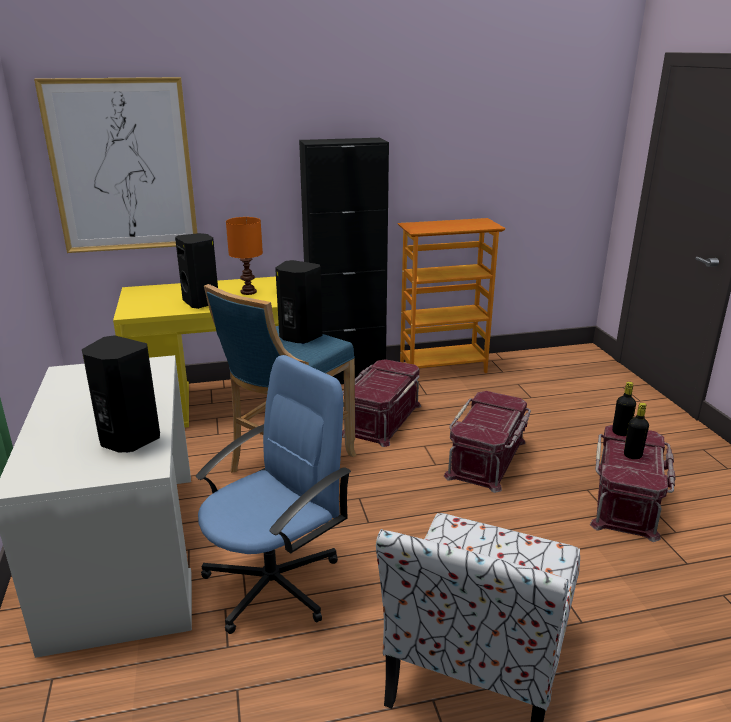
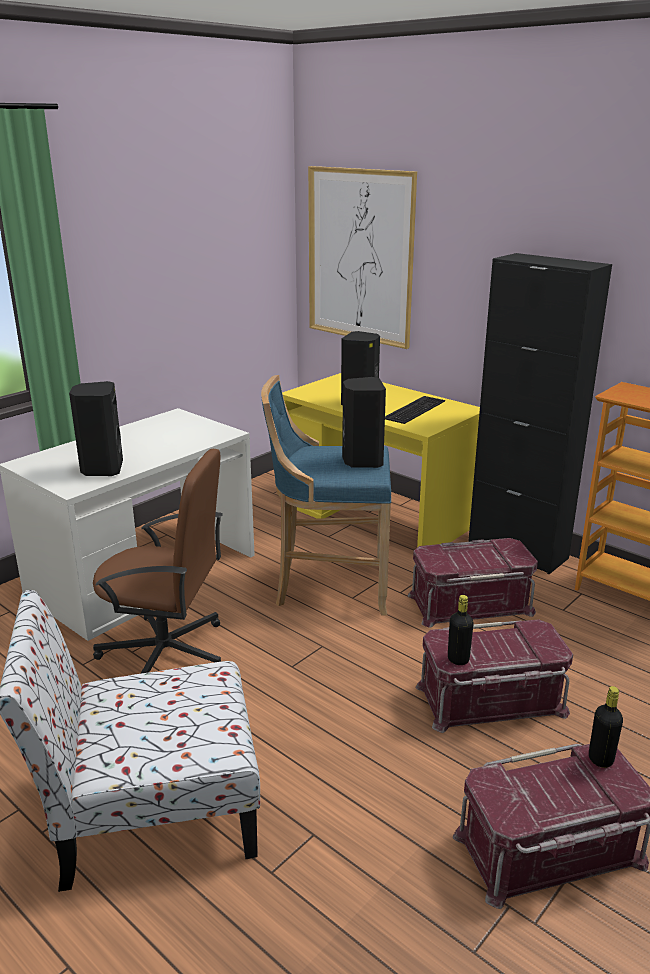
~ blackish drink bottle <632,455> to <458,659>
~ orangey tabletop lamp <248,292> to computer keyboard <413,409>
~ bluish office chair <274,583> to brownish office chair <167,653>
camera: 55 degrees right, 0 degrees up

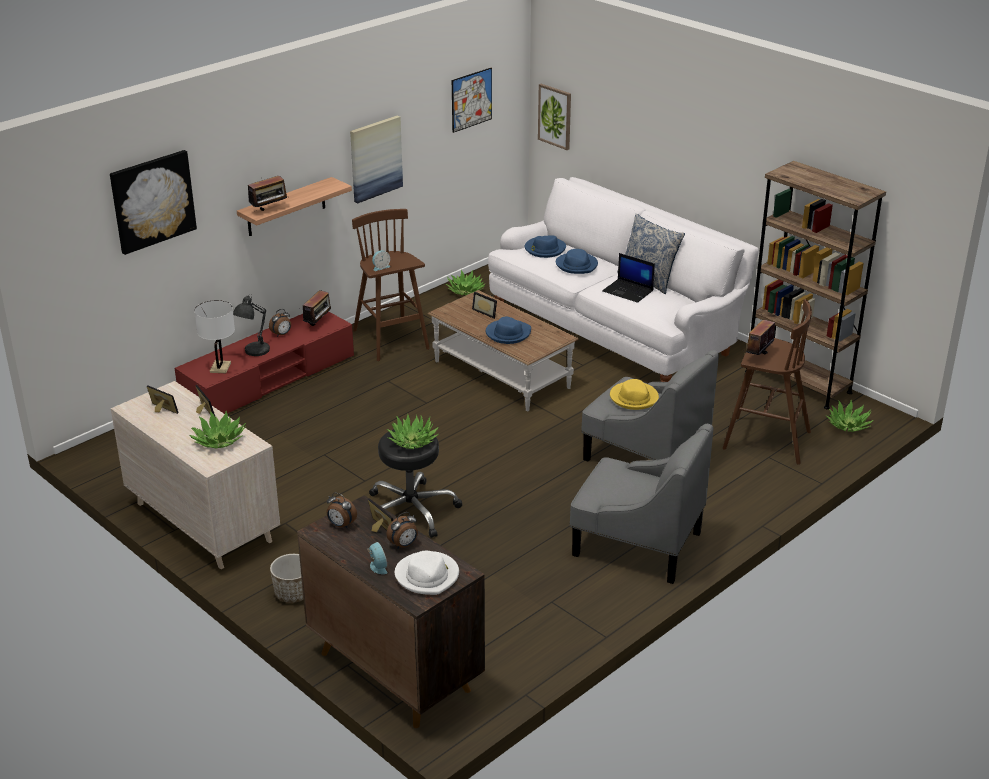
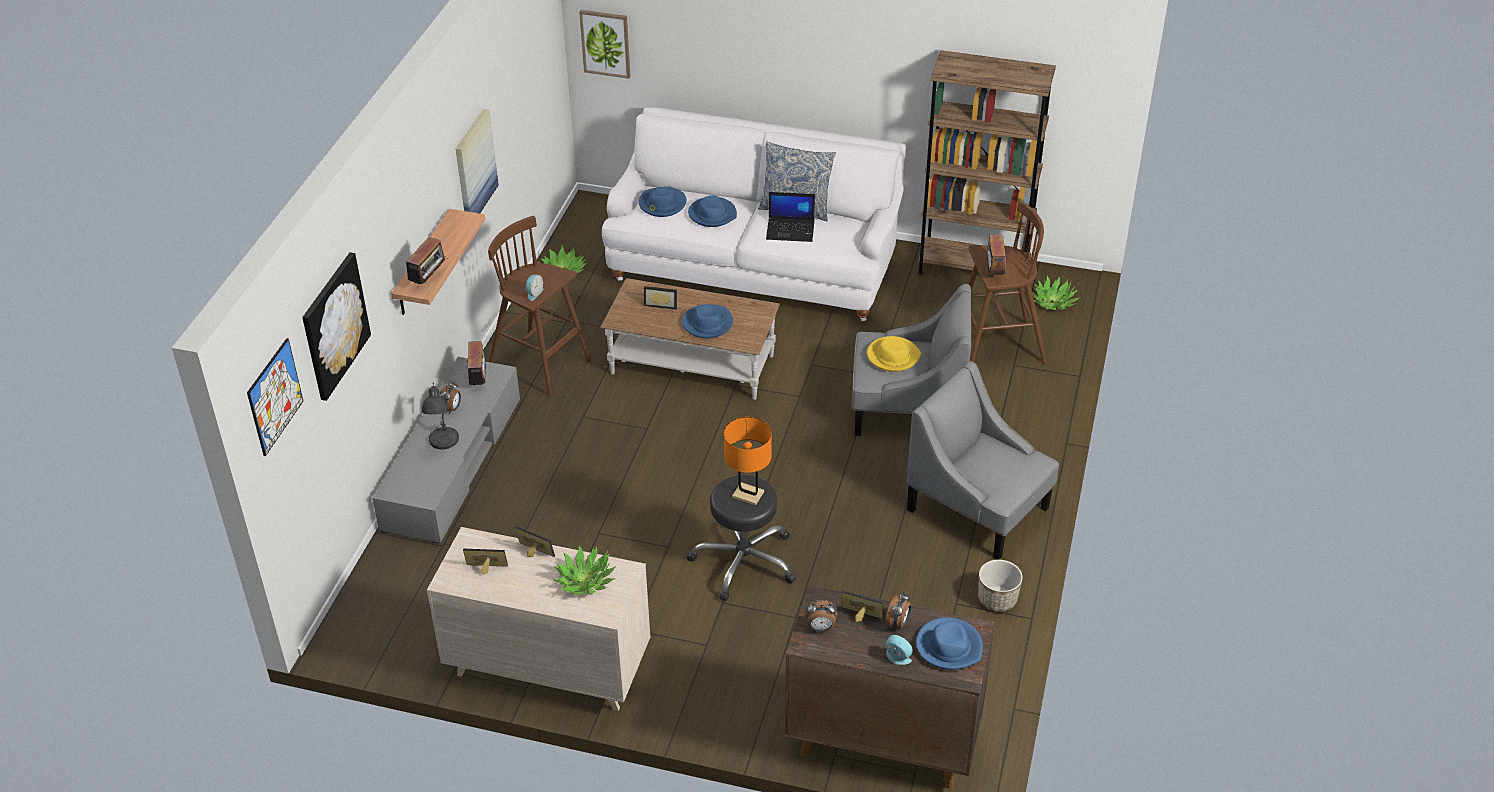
- white tabletop lamp <220,367>
~ planter <293,593> to <997,599>
~ wall art <471,99> to <275,396>
~ potted plant <413,441> to orangey tabletop lamp <748,494>
~ red-coloured tv stand <269,379> to greyish tv stand <452,464>
~ white wearable hat <427,576> to bluish wearable hat <949,646>
~ greyish lounge chair <636,544> = <978,509> 135 degrees counterclockwise
camera: 30 degrees left, 10 degrees up

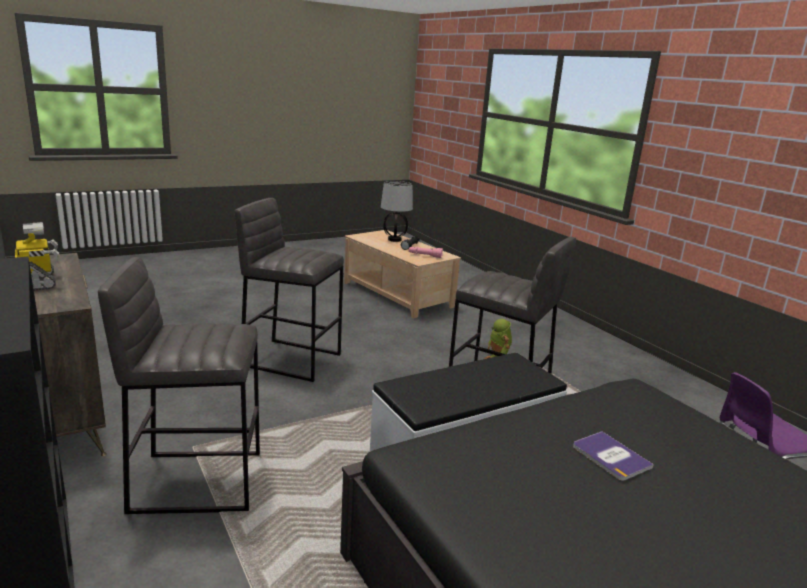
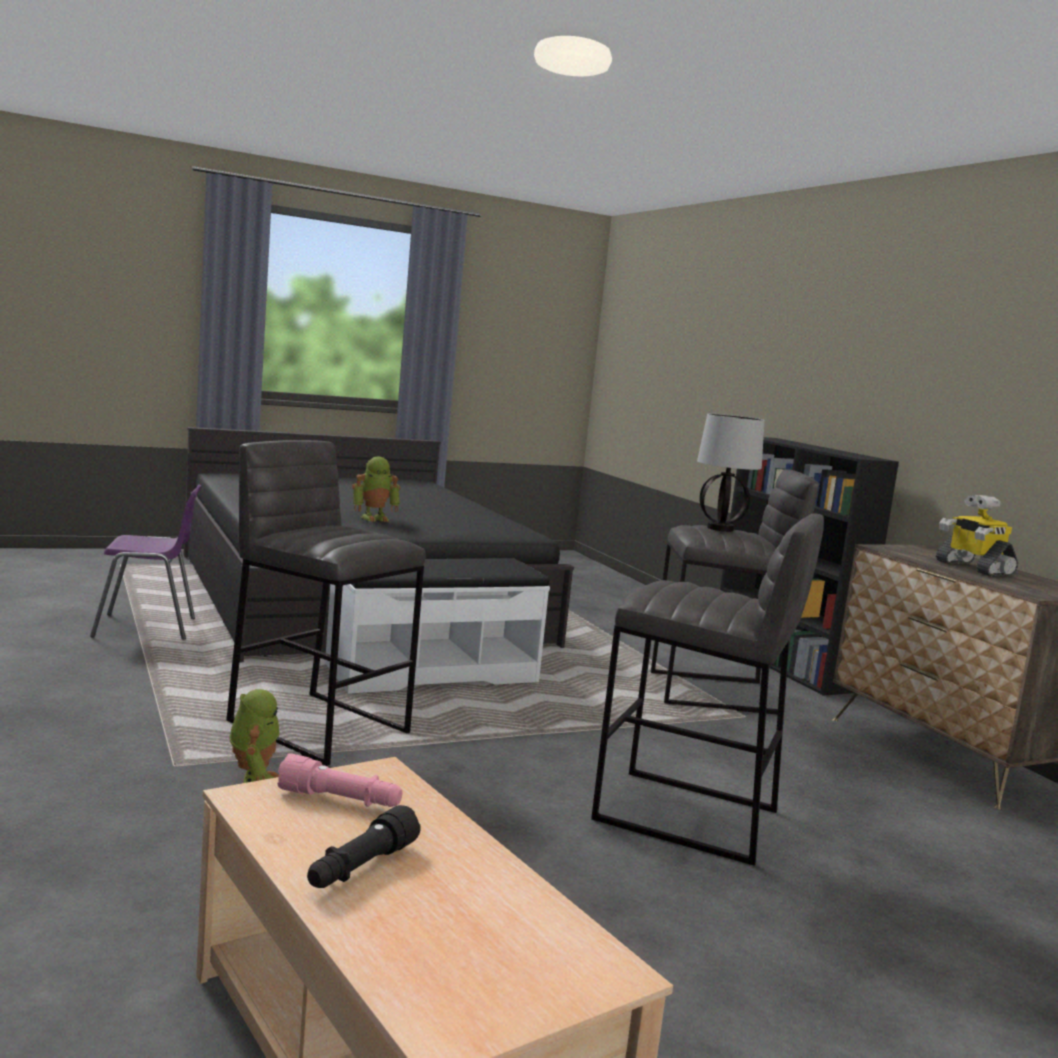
~ tabletop lamp <395,239> to <719,529>
~ volume <610,456> to robot figure <374,518>
camera: 175 degrees left, 10 degrees down

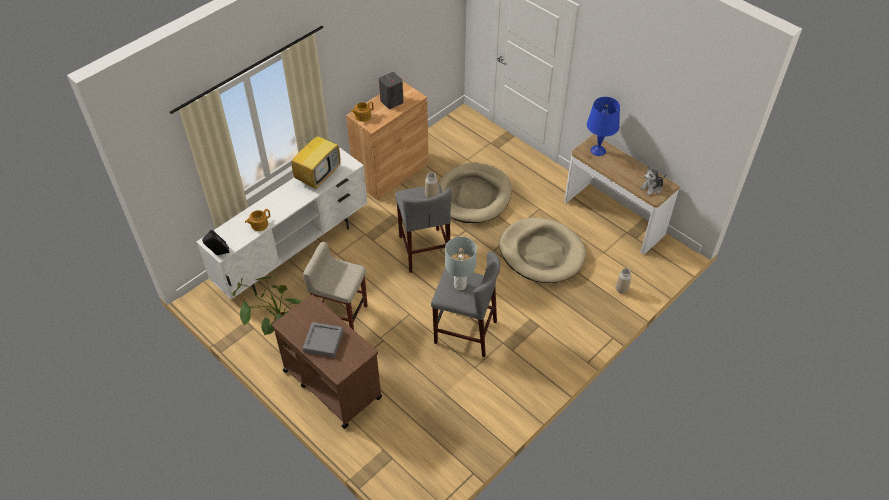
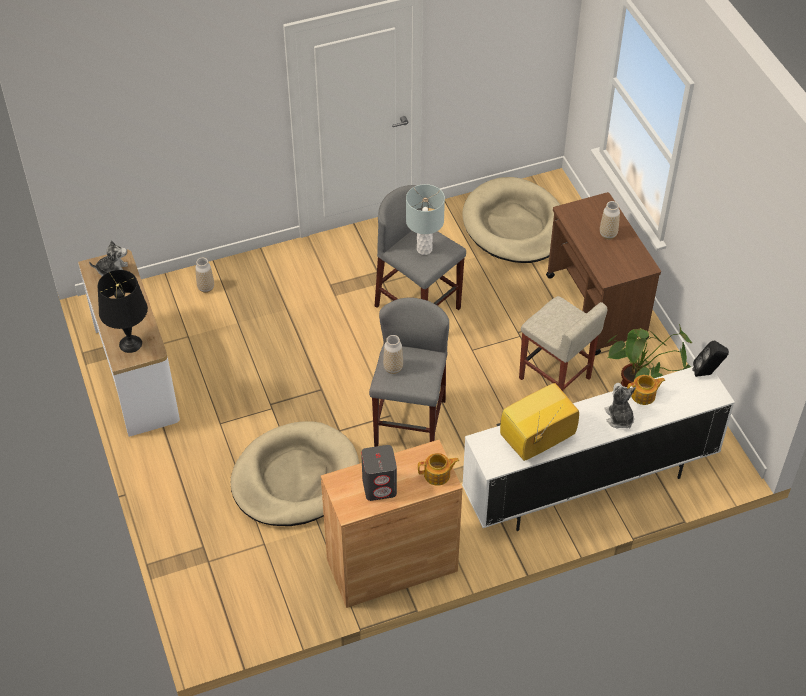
+ cuddly toy <619,418>
~ beige-coloured dog cushion <541,253> to <515,225>
~ greyish carrying tray <323,341> to decorative vase <608,234>
~ bluish tabletop lamp <598,150> to blackish tabletop lamp <130,343>
camera: 155 degrees left, 0 degrees up

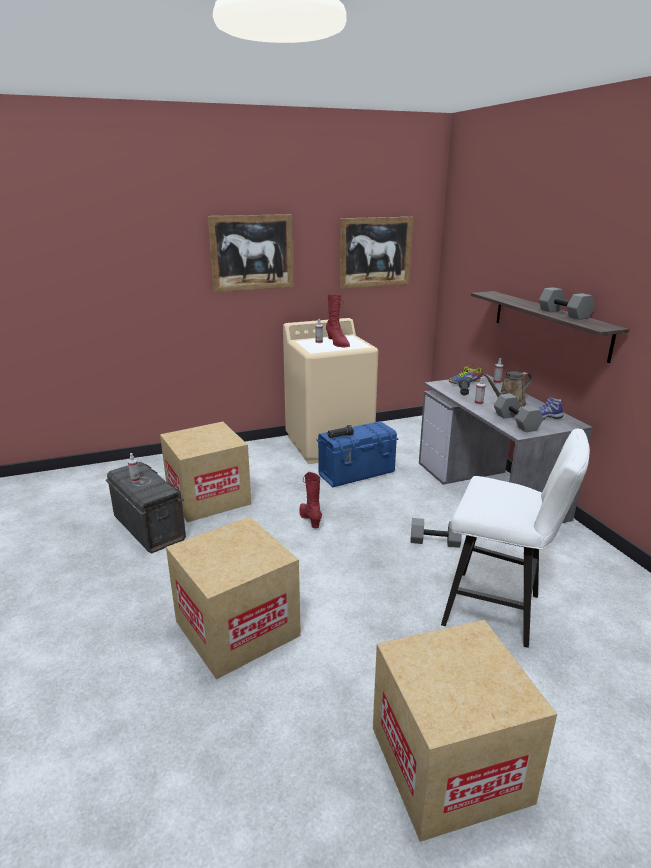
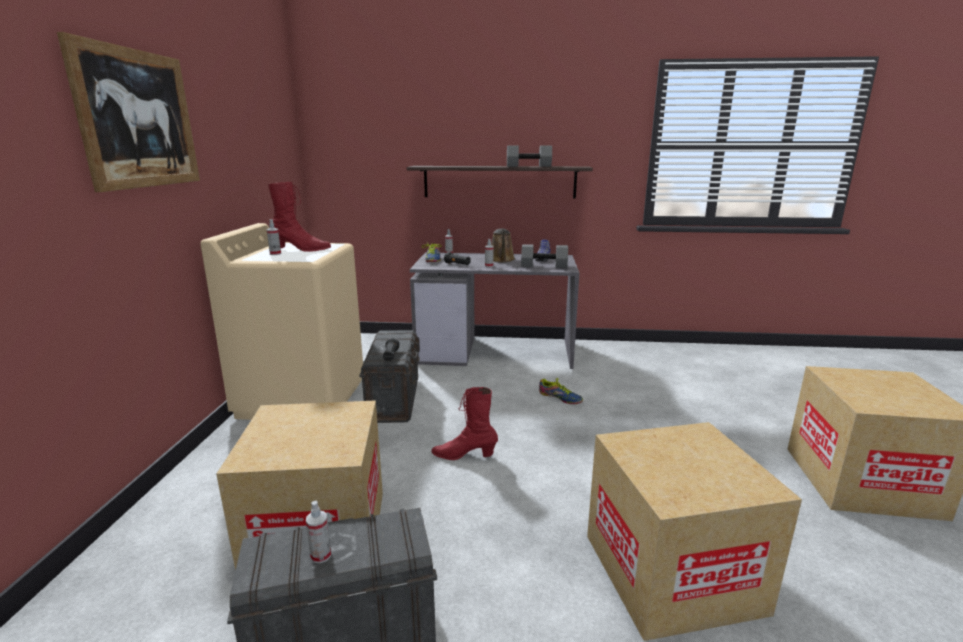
- wall art <375,252>
- white stool <499,611>
~ greyish free weight <435,541> to low shoe <560,398>
~ bluish storage bin <357,473> to greyish storage bin <394,399>
camera: 65 degrees left, 5 degrees down

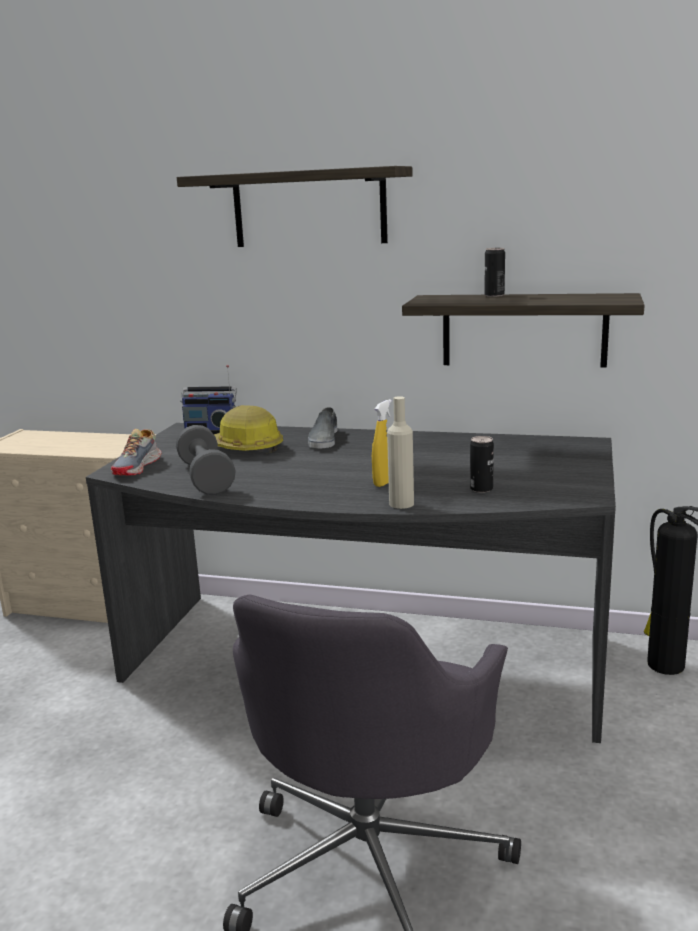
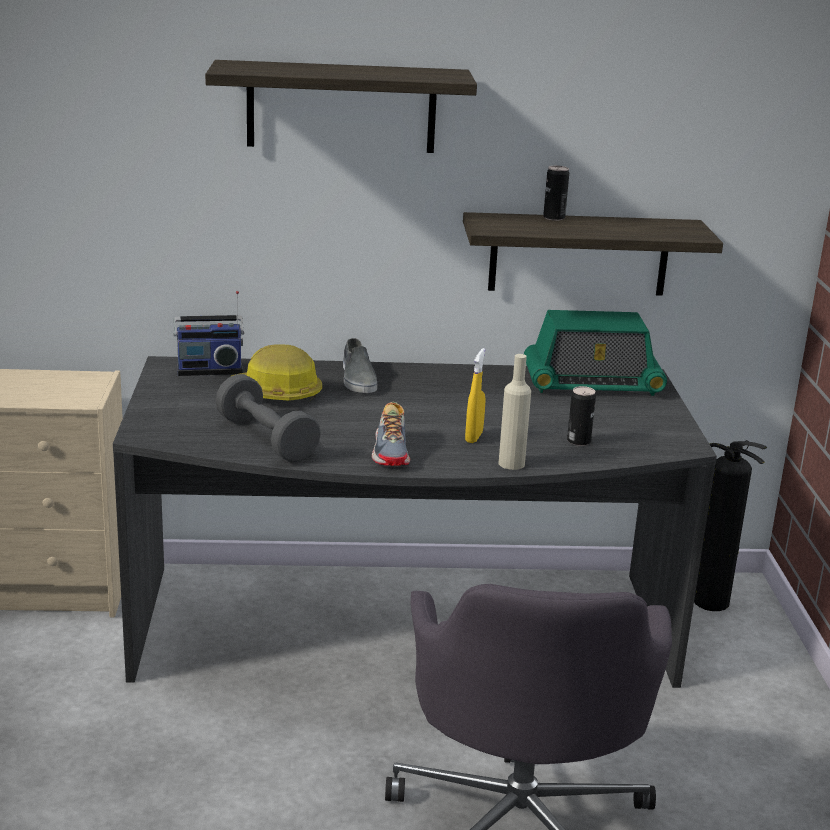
+ radio set <592,383>
~ low shoe <138,467> to <392,451>
camera: 20 degrees left, 5 degrees up

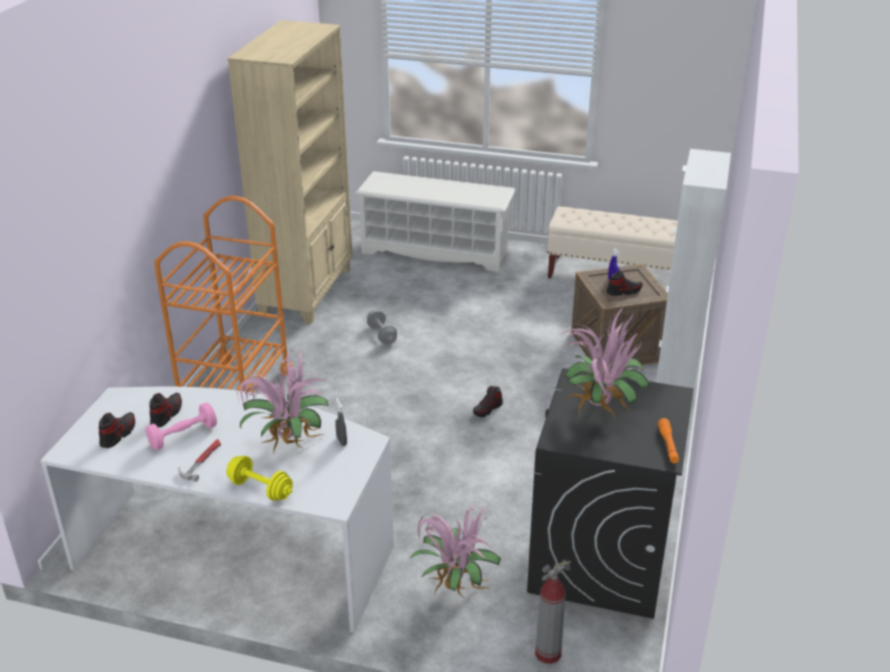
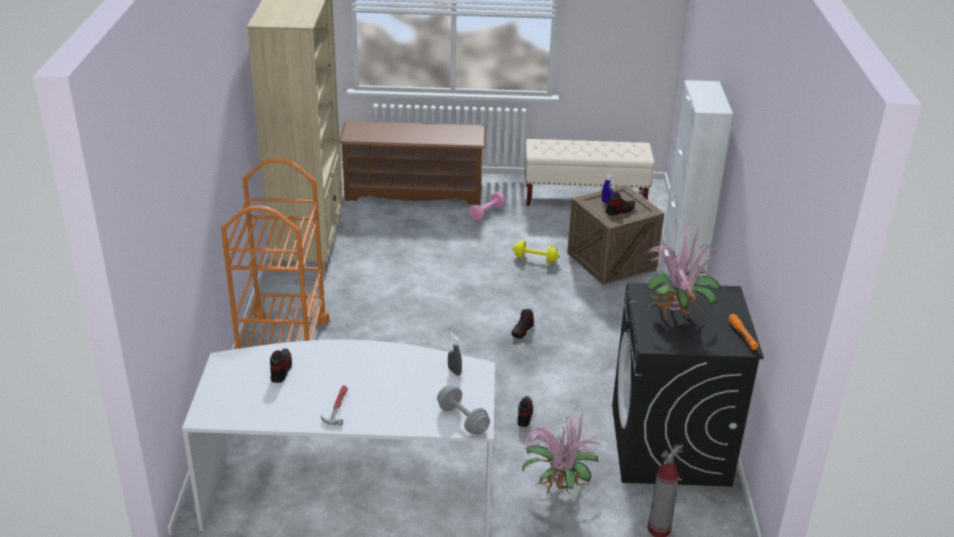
- potted plant <287,444>
~ low shoe <118,434> to <524,415>
~ pink-coloured free weight <183,436> to <487,212>
~ yellowish free weight <260,489> to <535,259>
~ greyish free weight <382,335> to <463,420>
~ white shoe shelf <436,251> to brownish shoe shelf <414,191>
camera: 15 degrees left, 0 degrees up

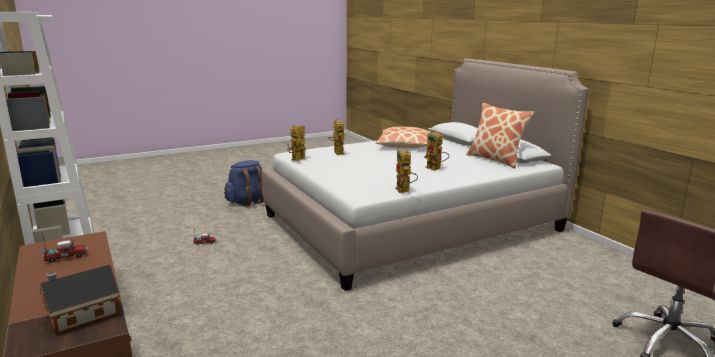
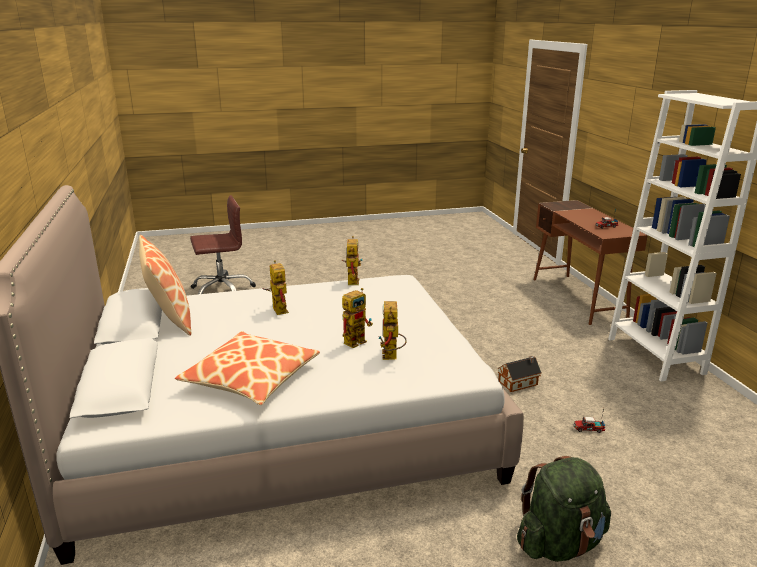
~ model house <81,315> to <519,383>
~ robot figure <297,160> to <357,340>
~ bluish knapsack <248,202> to green-coloured knapsack <560,544>
camera: 165 degrees left, 5 degrees up

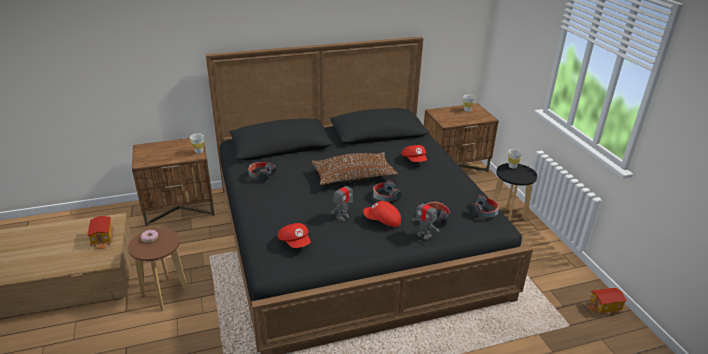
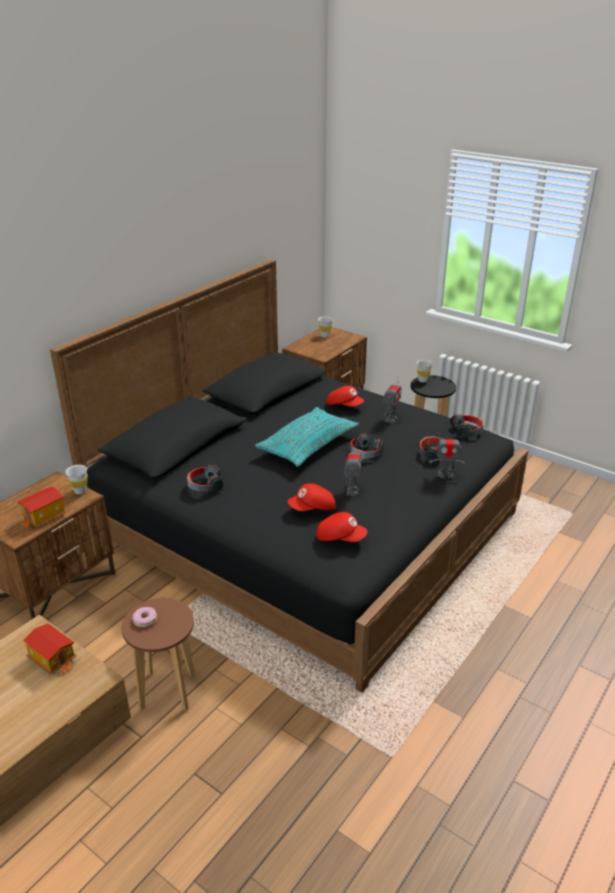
+ robot figure <390,419>
~ red-coloured cap <382,221> to <312,508>
~ model house <604,308> to <45,517>
~ brownish pillow <353,176> to turquoise-coloured pillow <308,446>
camera: 35 degrees left, 0 degrees up

